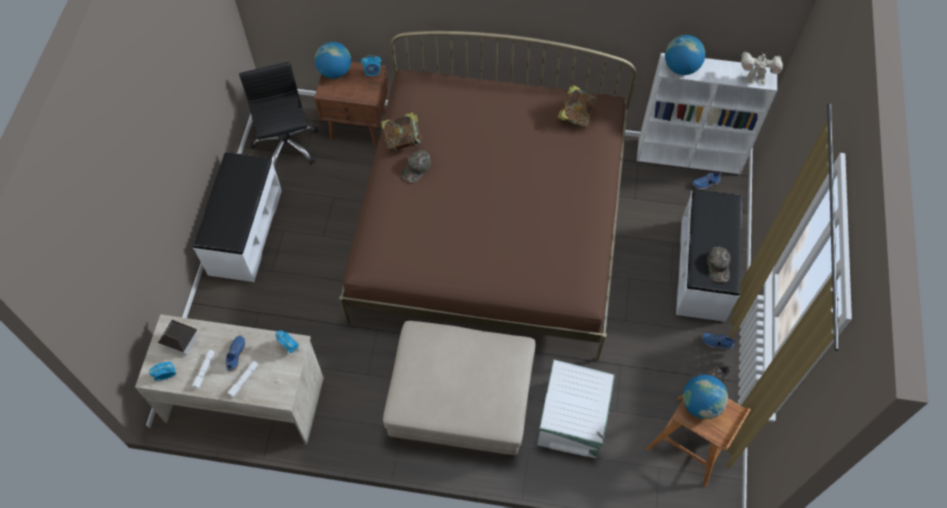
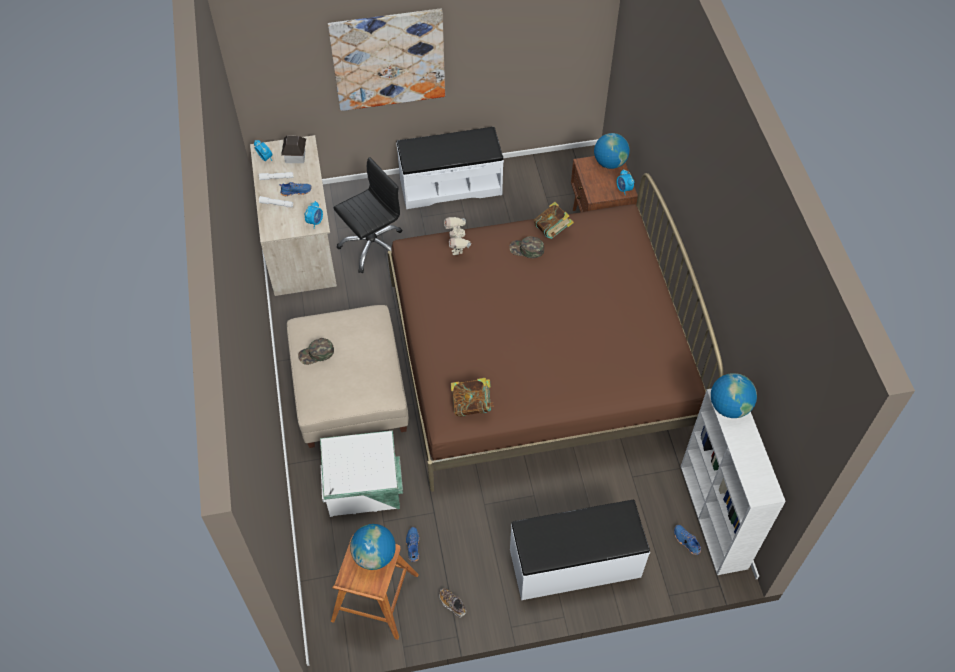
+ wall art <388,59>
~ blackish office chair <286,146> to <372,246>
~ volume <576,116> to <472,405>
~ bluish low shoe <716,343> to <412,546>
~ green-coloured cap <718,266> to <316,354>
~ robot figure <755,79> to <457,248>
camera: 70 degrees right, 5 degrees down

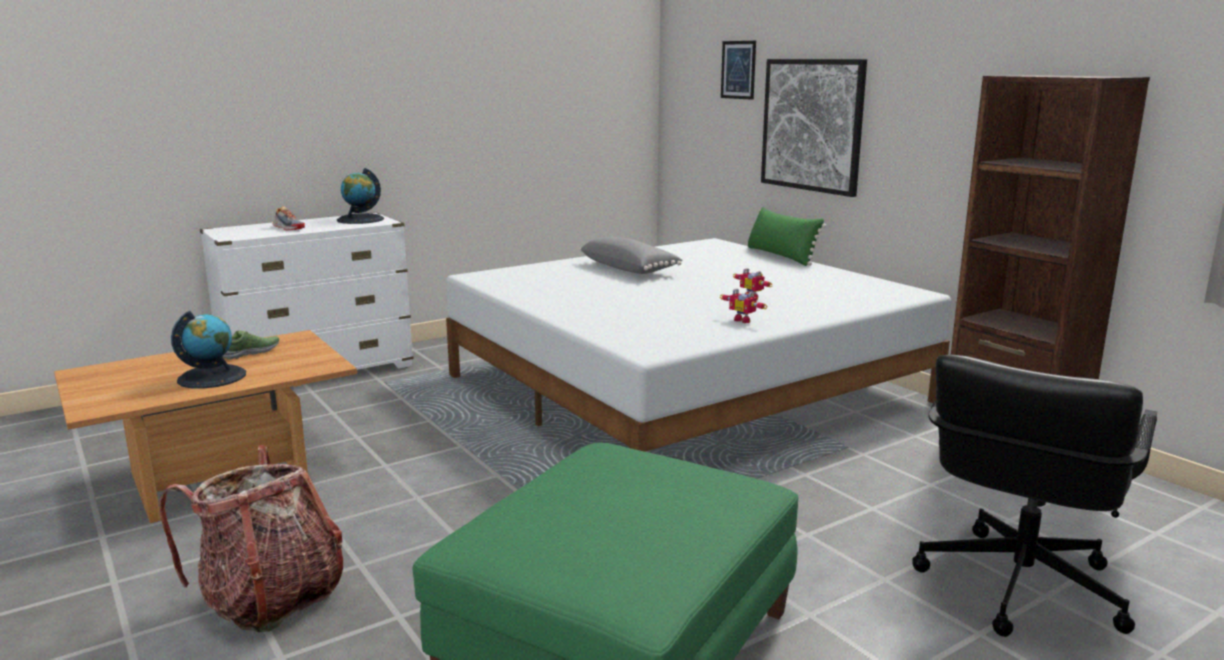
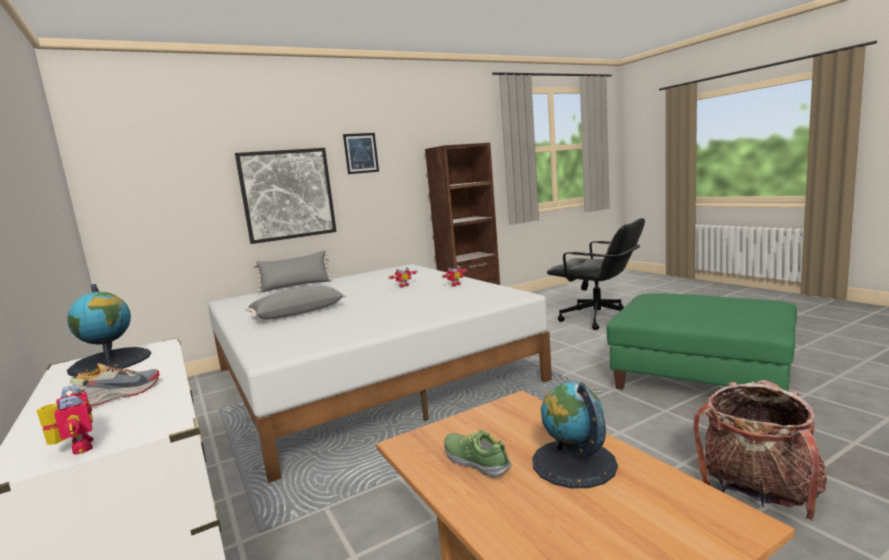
+ robot figure <74,449>
~ wall art <738,70> to <361,153>
~ green-coloured pillow <781,256> to greyish pillow <296,286>
camera: 85 degrees left, 5 degrees down

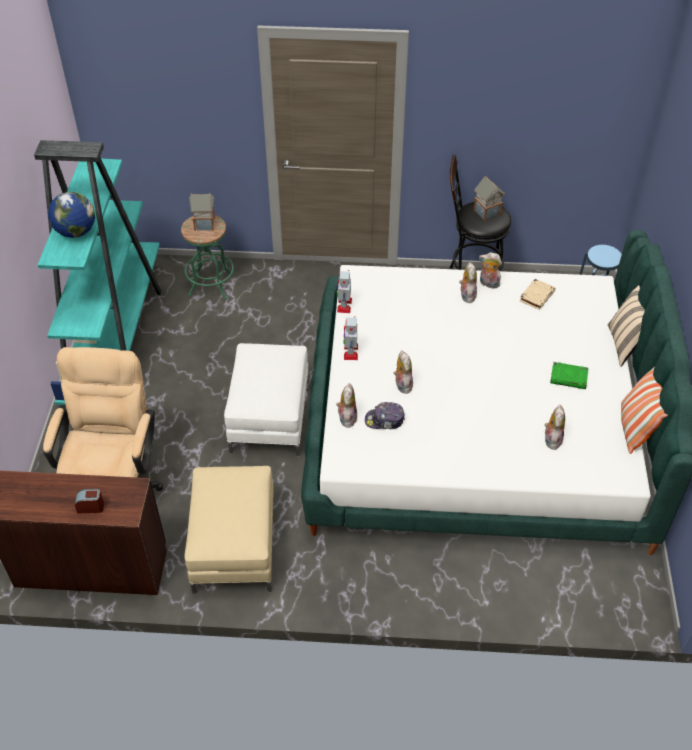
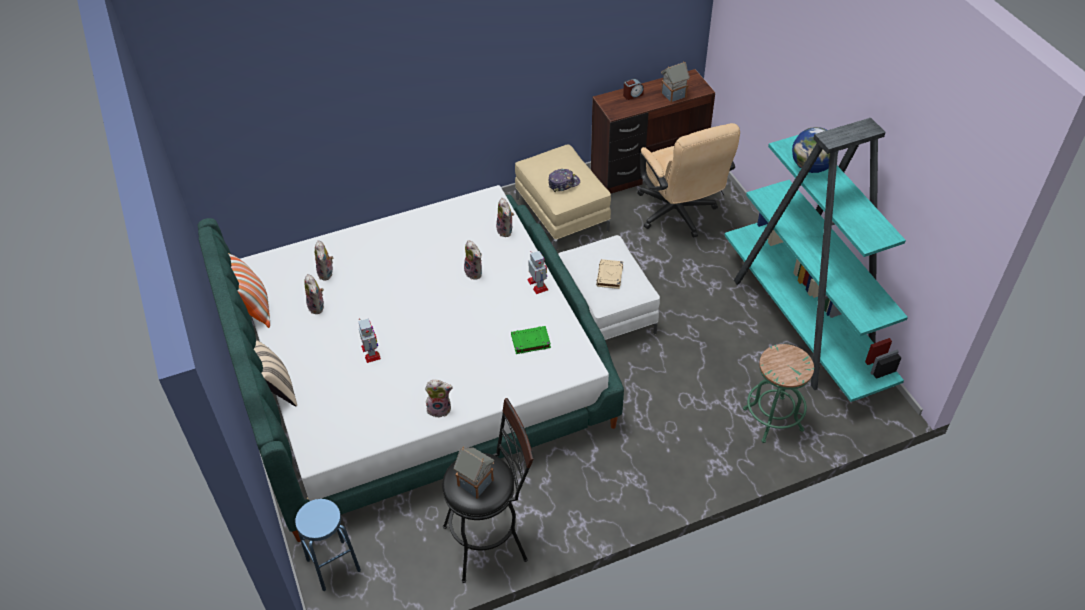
~ model house <205,224> to <673,95>
~ robot figure <344,305> to <371,352>
~ cap <384,420> to <563,183>
~ cuddly toy <466,295> to <318,307>
~ beige-coloured volume <536,296> to <610,276>
~ green-coloured volume <569,378> to <530,342>
camera: 155 degrees right, 0 degrees up

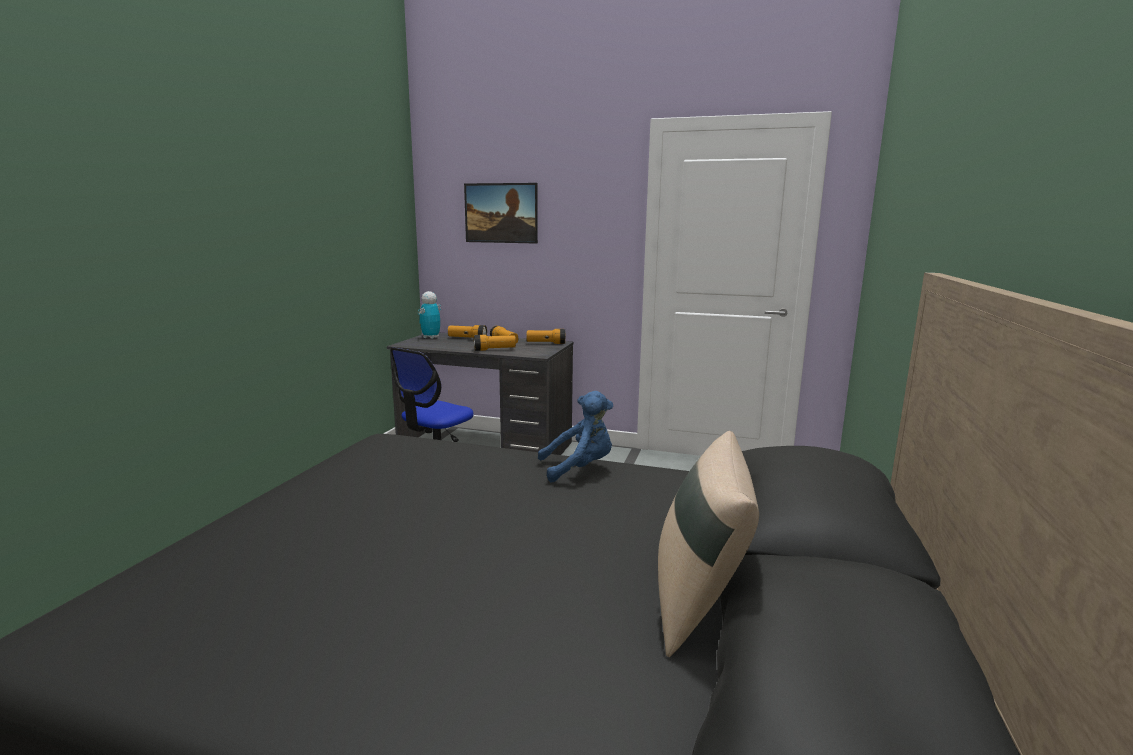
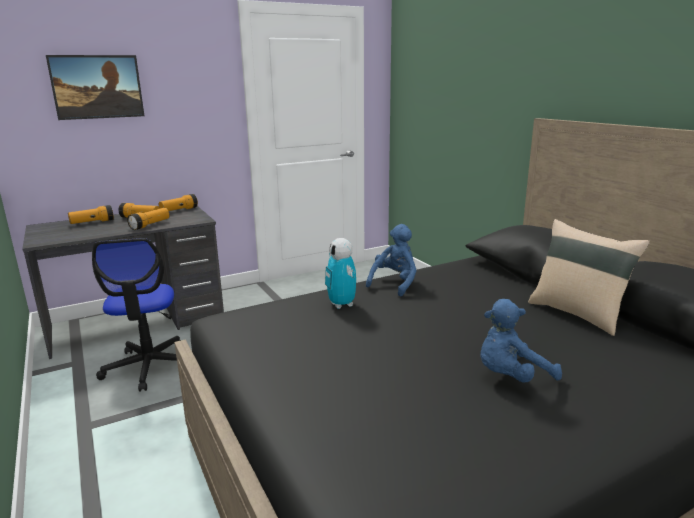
+ bluish cuddly toy <511,376>
~ robot figure <431,337> to <341,304>
camera: 45 degrees left, 5 degrees up

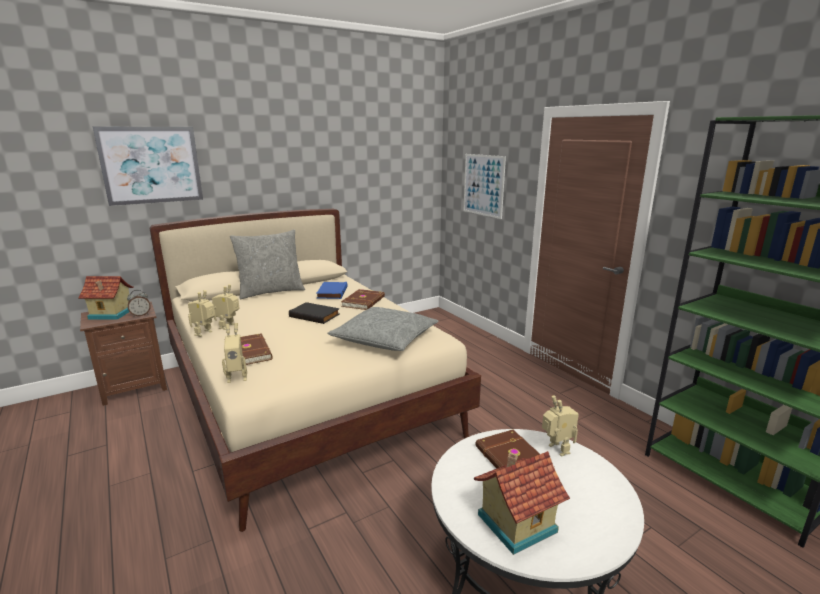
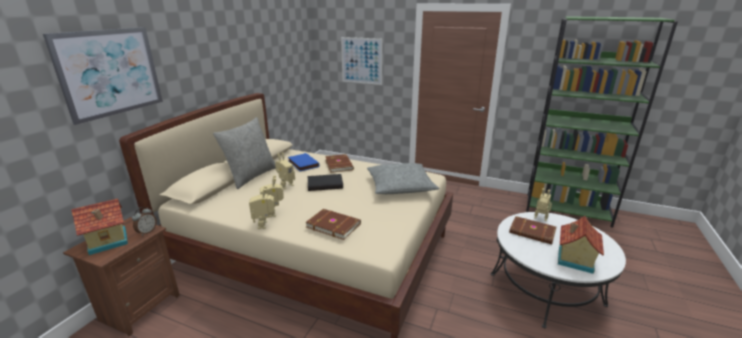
~ robot figure <237,377> to <286,185>
camera: 35 degrees left, 5 degrees up

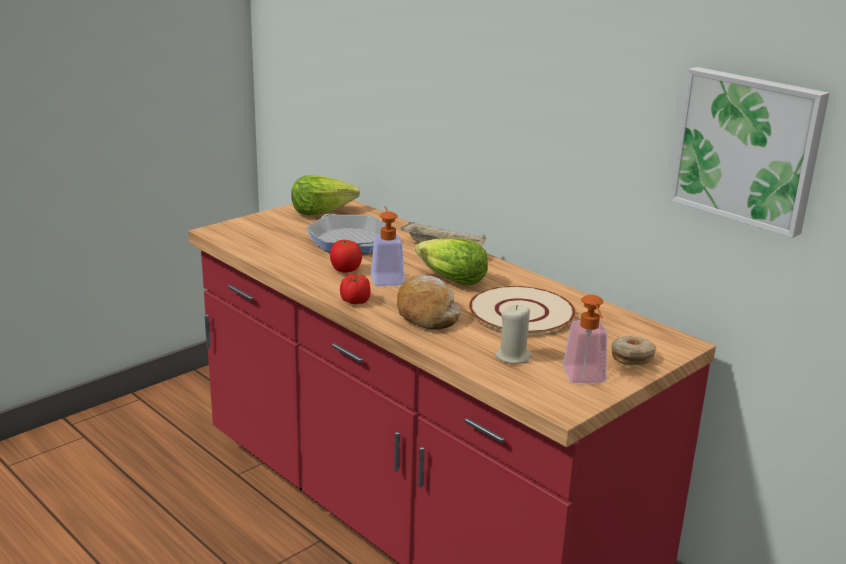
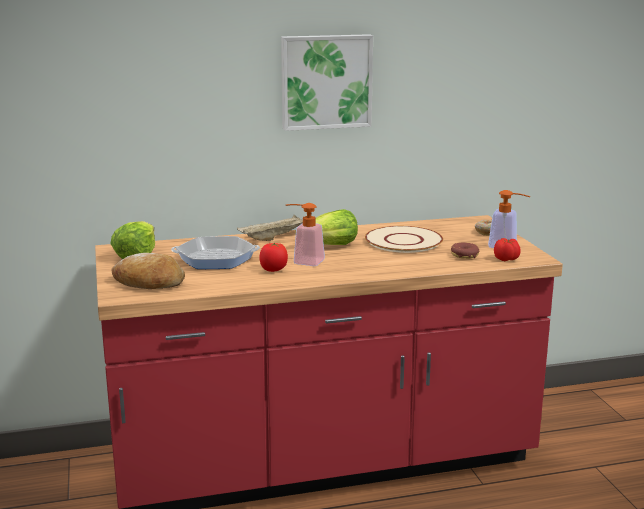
~ fresh tomato <355,301> to <506,259>
~ bakery bread <425,313> to <148,283>
~ wall art <748,148> to <325,81>
~ beige-coloured candle <513,357> to donut <464,255>
camera: 60 degrees left, 5 degrees down

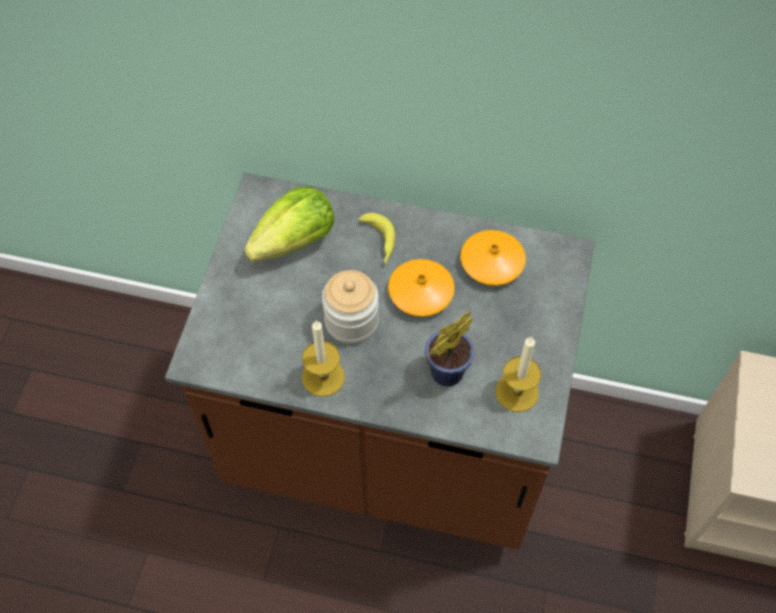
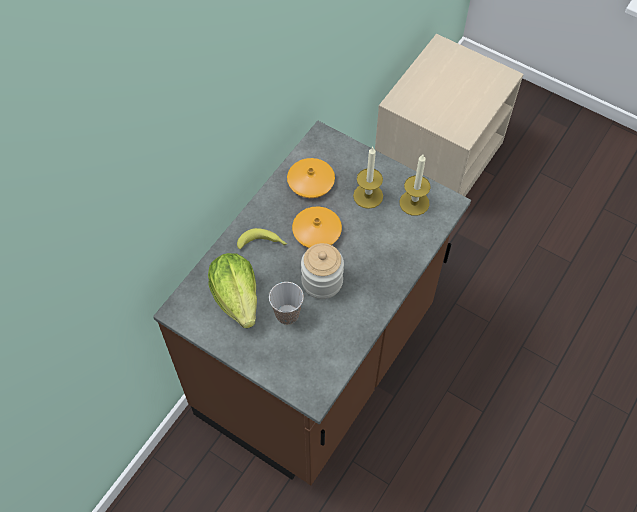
- potted plant <443,375>
+ drinking cup <287,314>
~ candle <323,377> to <368,196>
camera: 70 degrees left, 0 degrees up

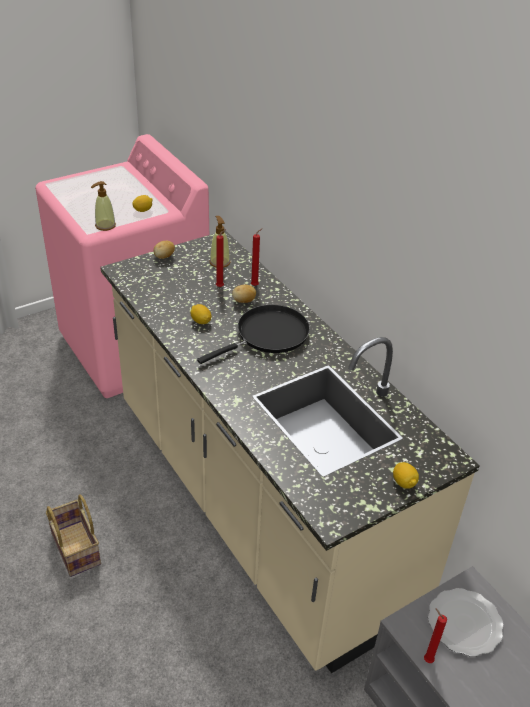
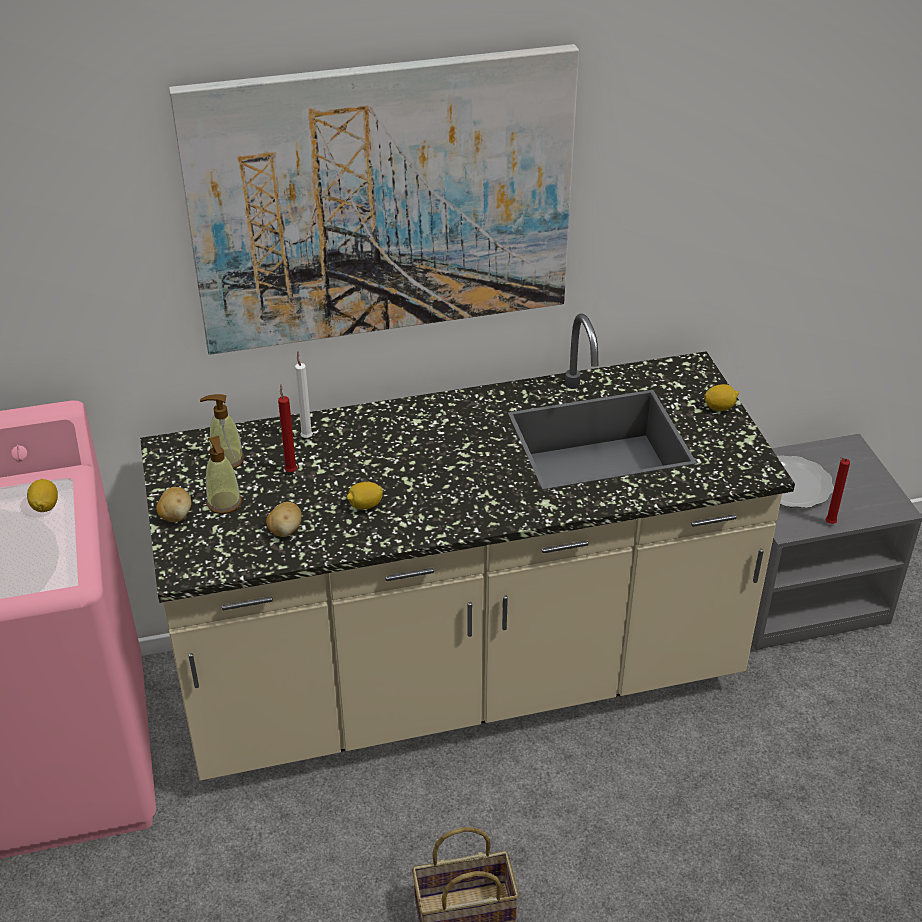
- blackish pan <268,335>
+ wall art <383,201>
~ liquid soap bottle <105,226> to <224,503>
~ spud <244,301> to <285,531>
~ red-coloured candle <255,285> to white candle <306,436>
camera: 70 degrees left, 0 degrees up

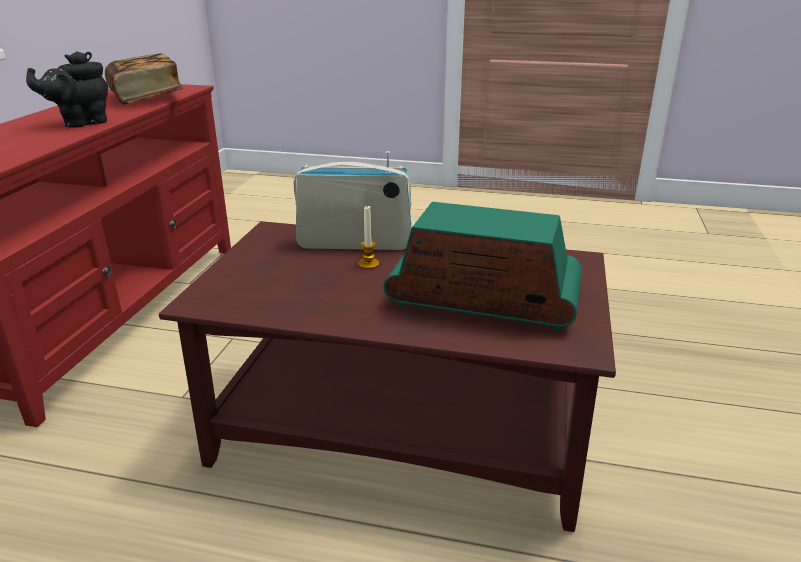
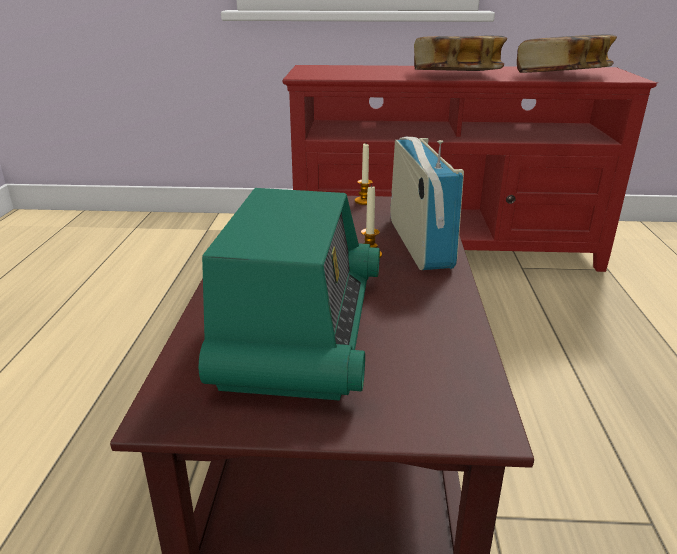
+ candle <364,201>
~ blackish tea pot <81,123> to volume <456,75>
camera: 80 degrees right, 0 degrees up

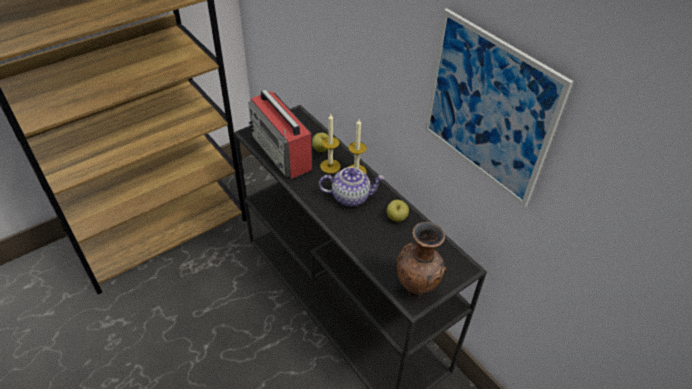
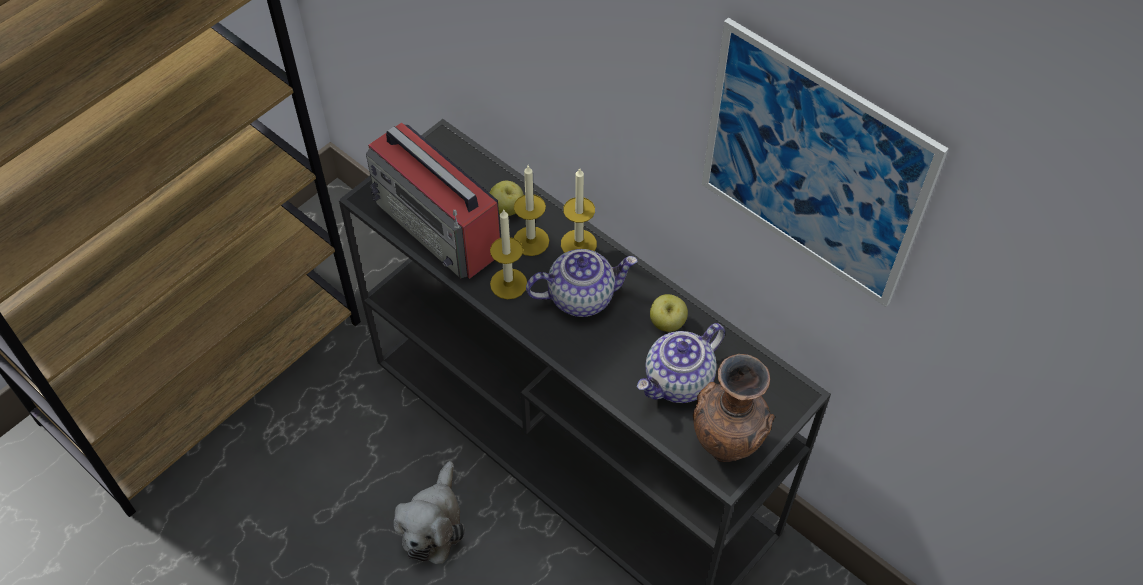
+ cuddly toy <433,524>
+ candle <508,283>
+ tea pot <679,381>
camera: 10 degrees left, 10 degrees up

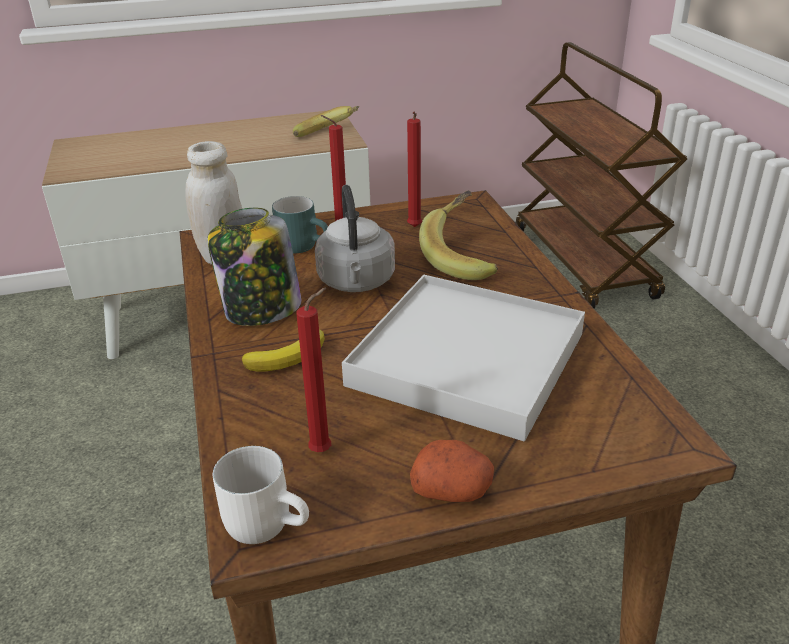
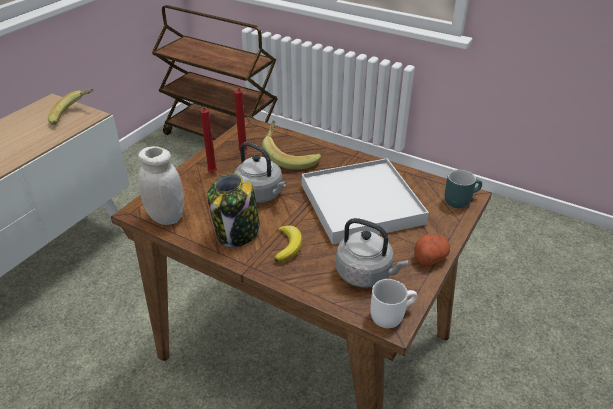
~ turquoise-coloured coffee mug <304,245> to <459,199>
~ red-coloured candle <324,450> to greyish water kettle <366,274>
camera: 45 degrees left, 5 degrees up

